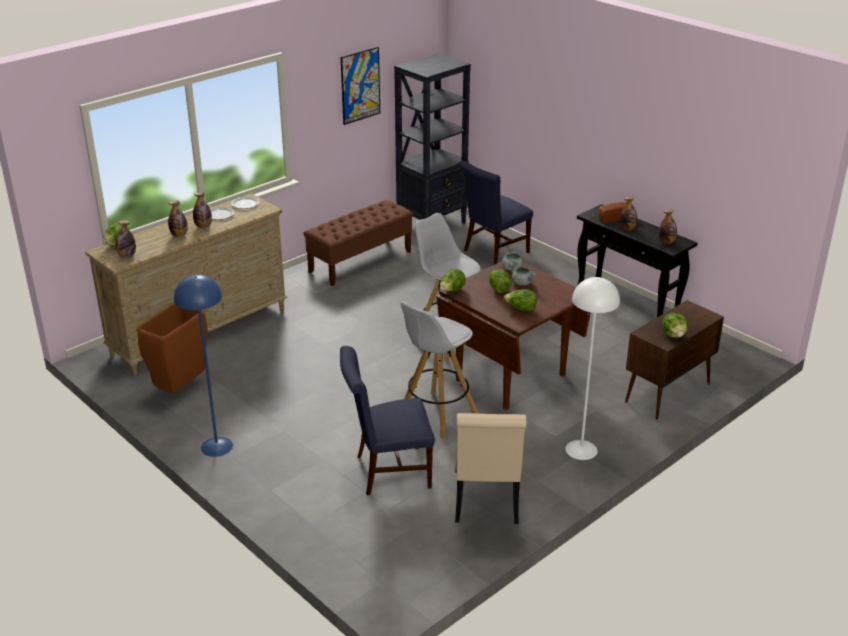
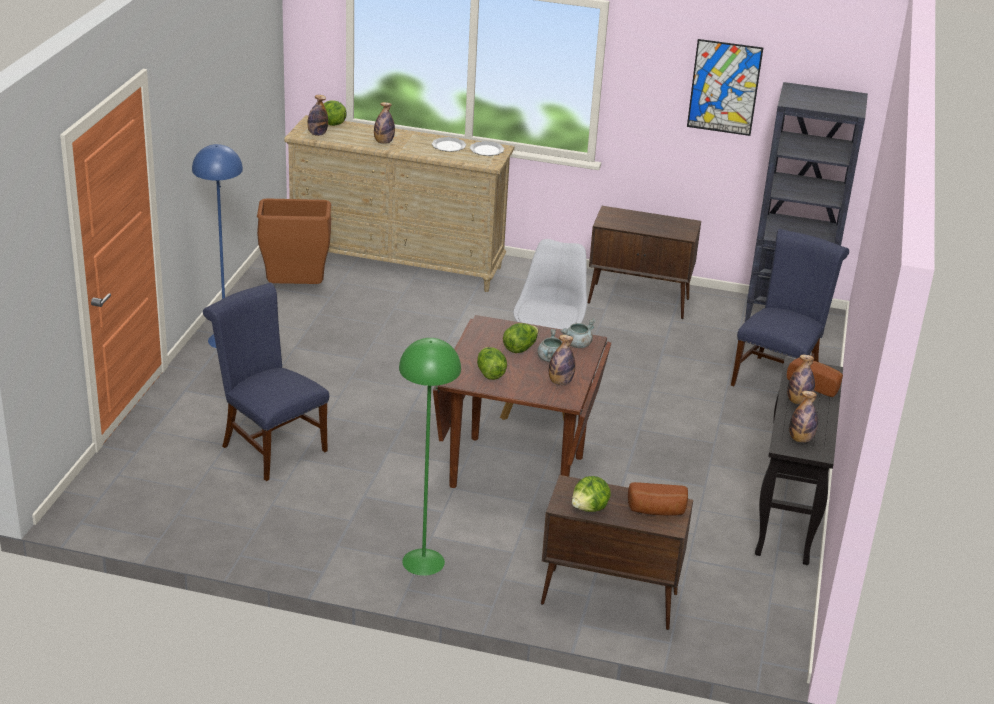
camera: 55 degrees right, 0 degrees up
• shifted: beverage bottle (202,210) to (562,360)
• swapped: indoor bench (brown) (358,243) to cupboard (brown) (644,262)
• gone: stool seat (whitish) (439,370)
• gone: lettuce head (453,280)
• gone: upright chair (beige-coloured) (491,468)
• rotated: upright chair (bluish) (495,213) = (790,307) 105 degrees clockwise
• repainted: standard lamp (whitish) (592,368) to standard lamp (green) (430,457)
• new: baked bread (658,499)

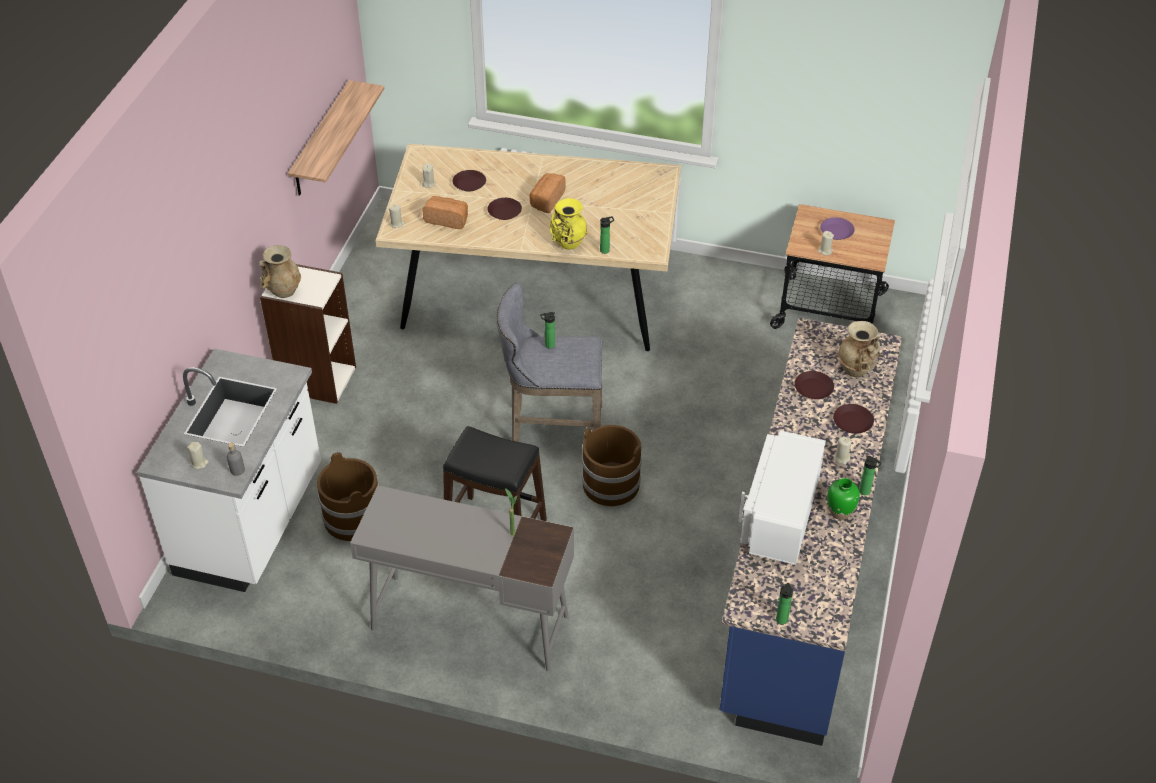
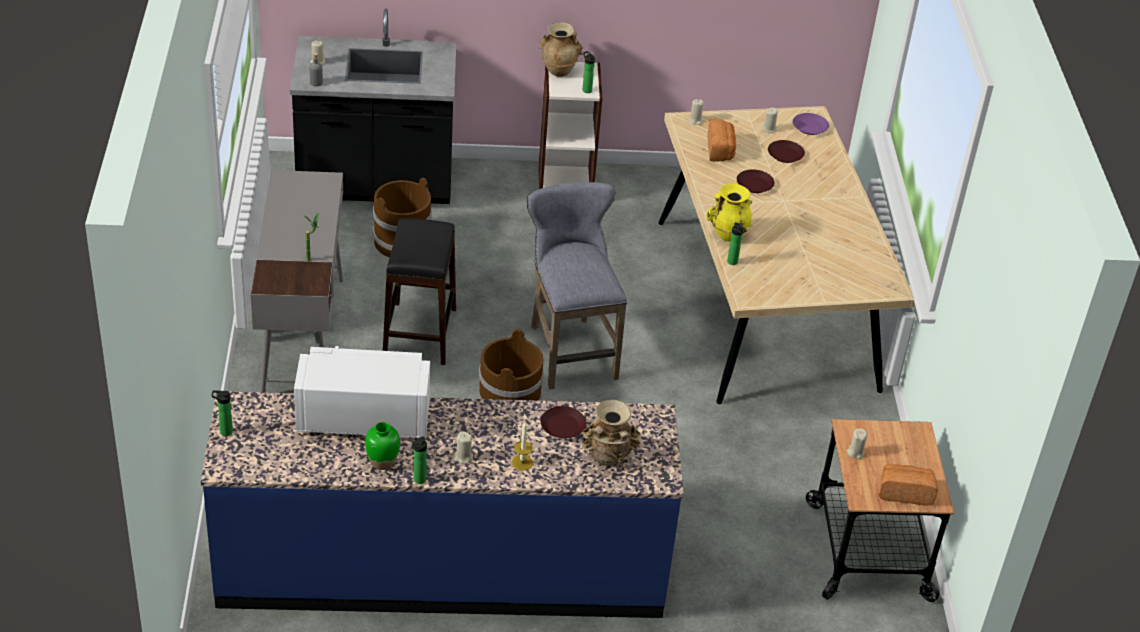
camera: 70 degrees right, 5 degrees down
• repainted: kitchen base unit (whitish) (229,470) to kitchen base unit (black-coloured) (373,106)
• gone: wall shelf (336,138)
• shifted: baked bread (548,193) to (908,485)
• shifted: beverage bottle (547,330) to (589,72)
• shifted: dinner plate (purple) (837,228) to (811,124)
• swapped: dinner plate (brown) (853,419) to candle (522,446)

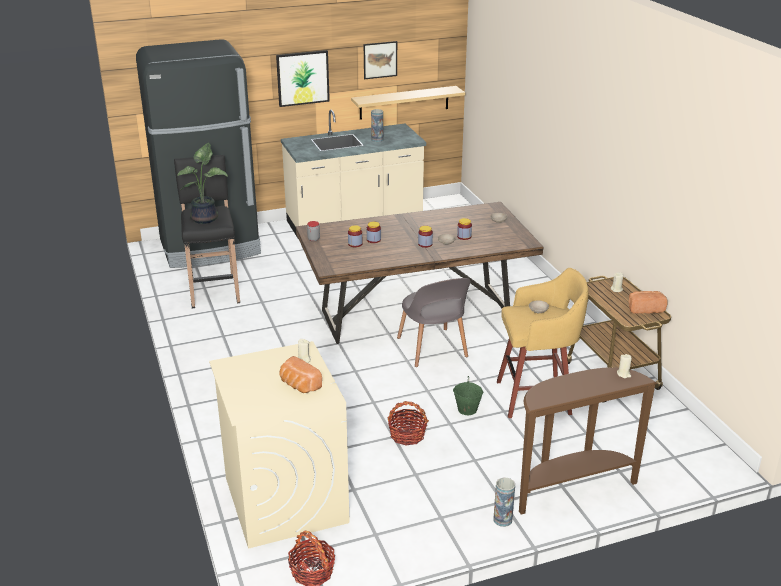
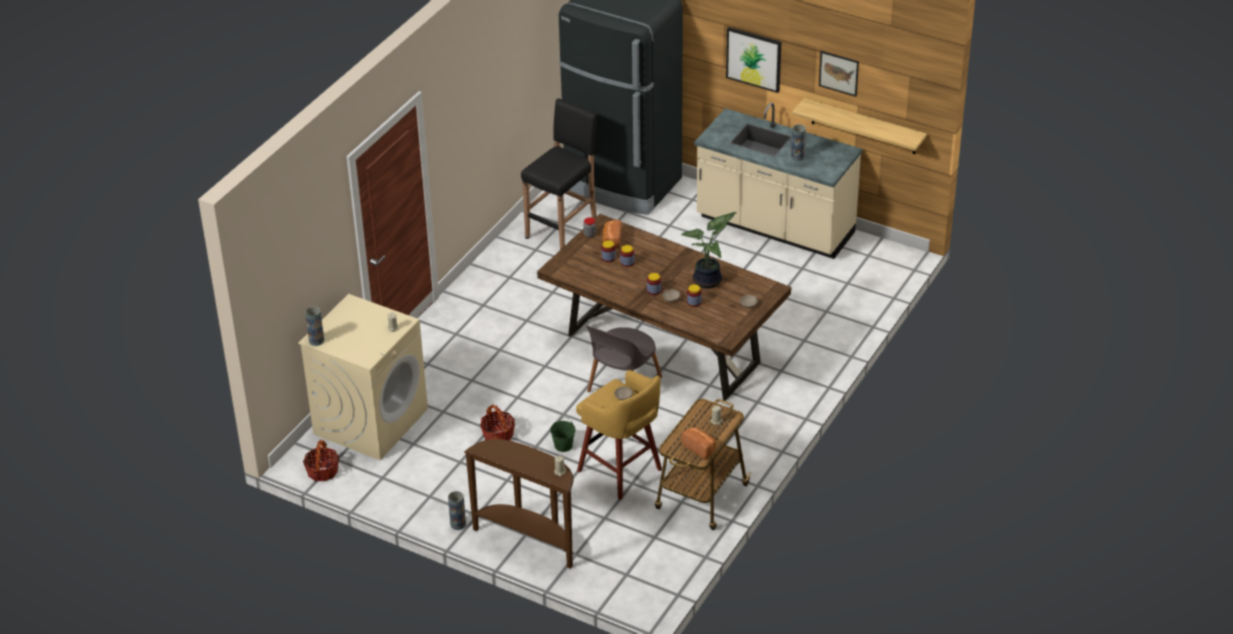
camera: 50 degrees right, 10 degrees up
• shifted: plant in a pot (202,183) to (709,250)
• shifted: baked bread (300,374) to (611,234)
• new: vase (314,326)

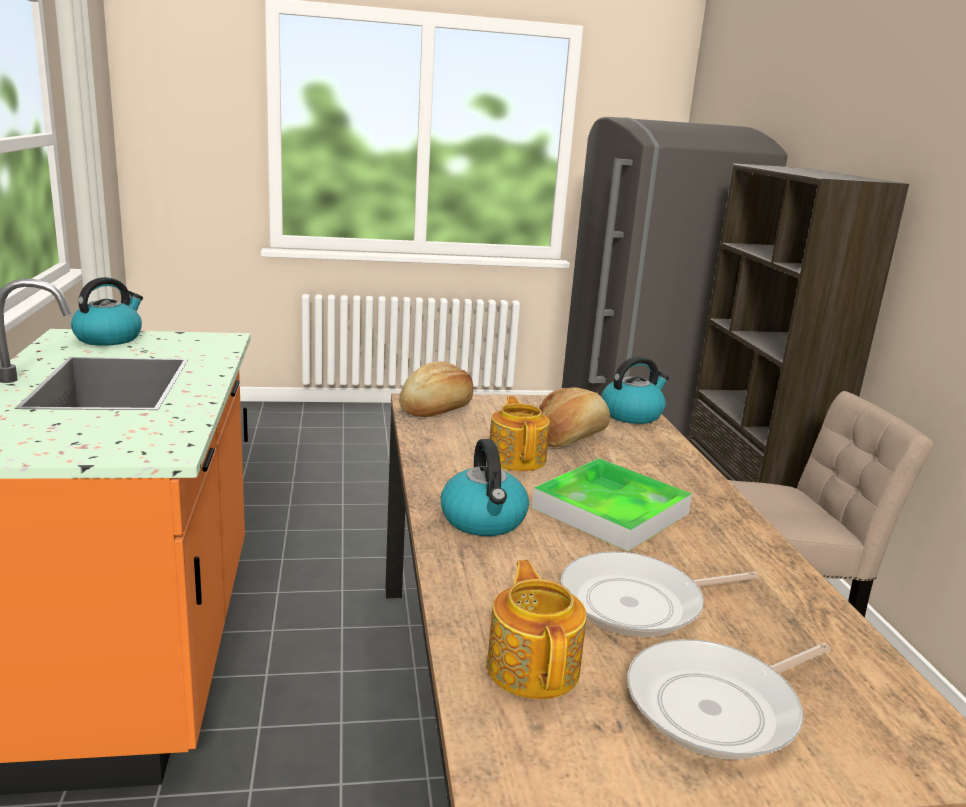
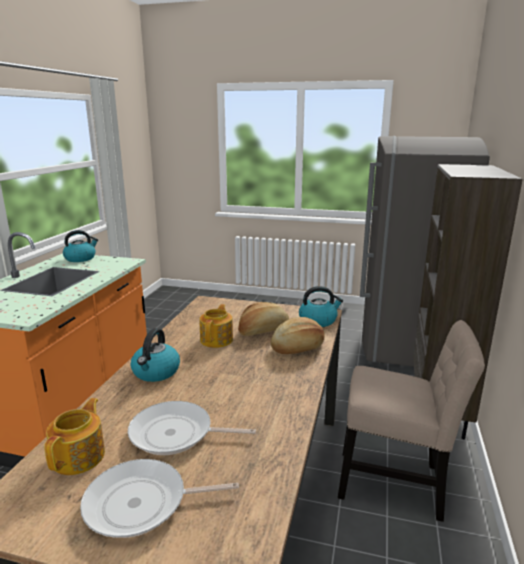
camera: 25 degrees right, 0 degrees up
• shifted: baked bread (436,389) to (297,335)
• gone: tray (612,504)

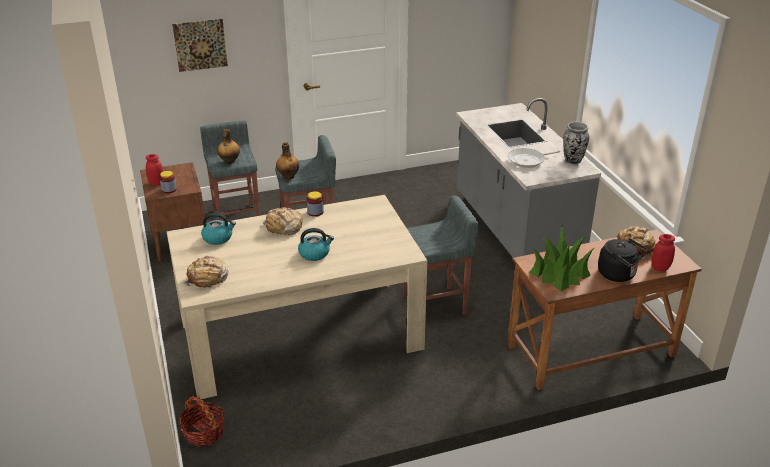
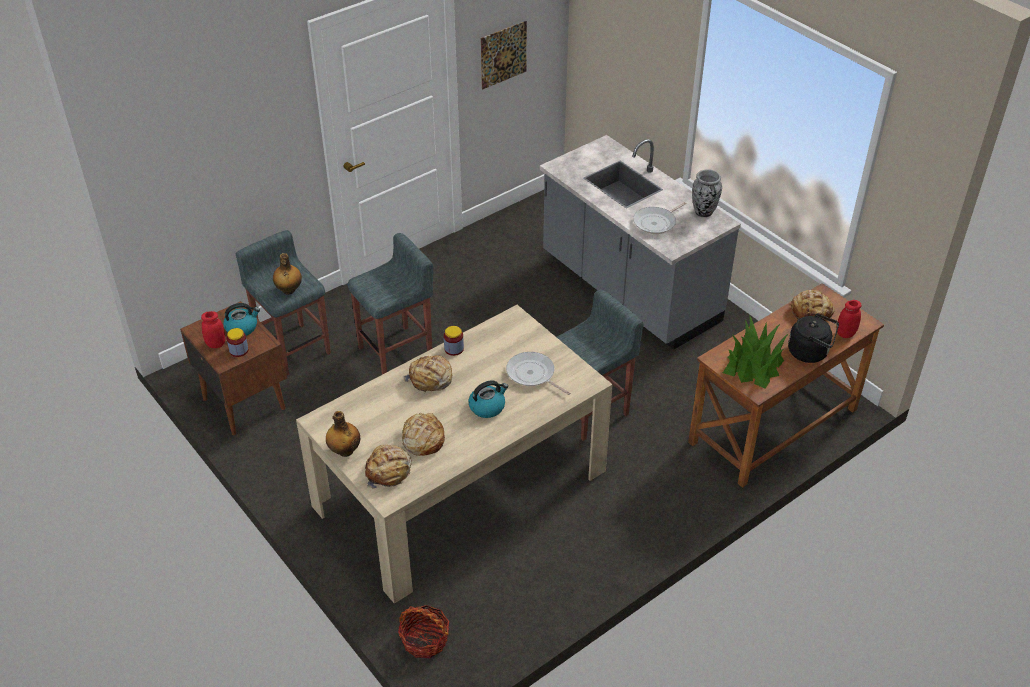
camera: 20 degrees left, 10 degrees up
• shifted: wall art (200,45) to (504,55)
• shifted: water kettle (218,229) to (241,319)
• shifted: beverage bottle (287,160) to (343,434)
• new: baked bread (423,434)
• new: frying pan (538,373)

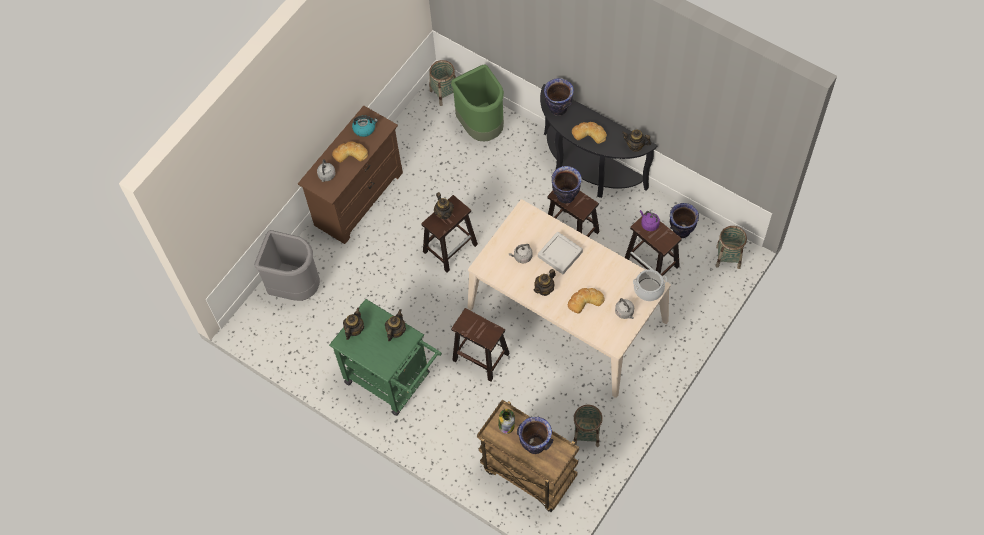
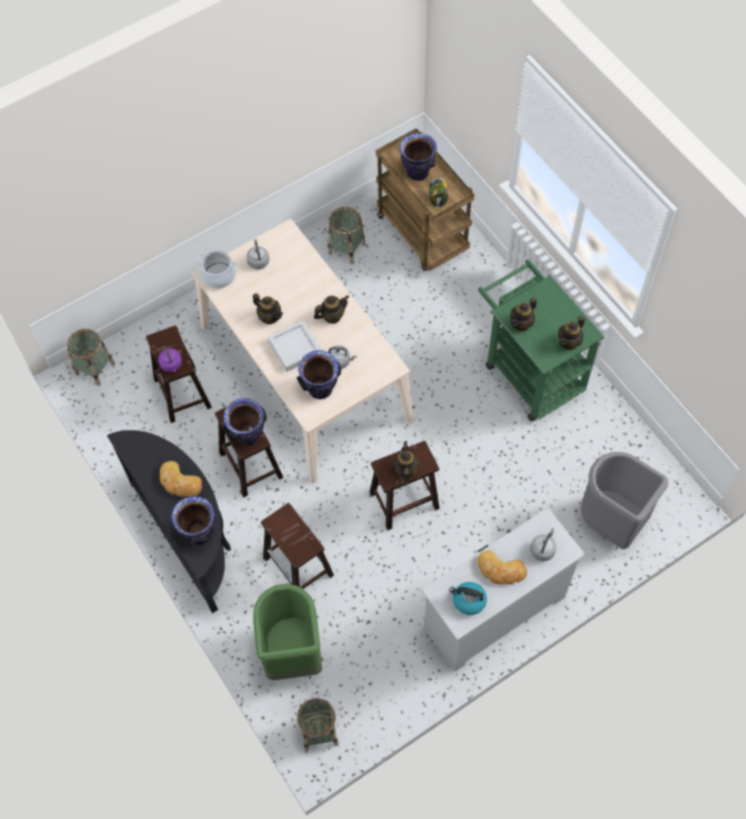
camera: 160 degrees left, 0 degrees up
• repainted: dresser (brown) (350,175) to dresser (whitish) (503,590)
• shifted: stool seat (brown) (480,345) to (297,546)
• gone: baked bread (586,301)
• shifted: pot for tea (636,141) to (268,308)
• shifted: vase (684,220) to (319,374)

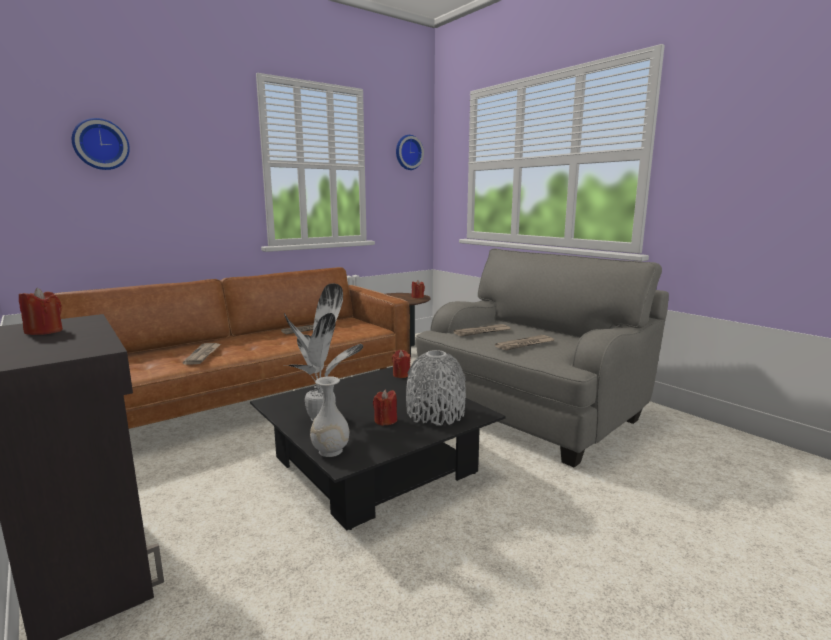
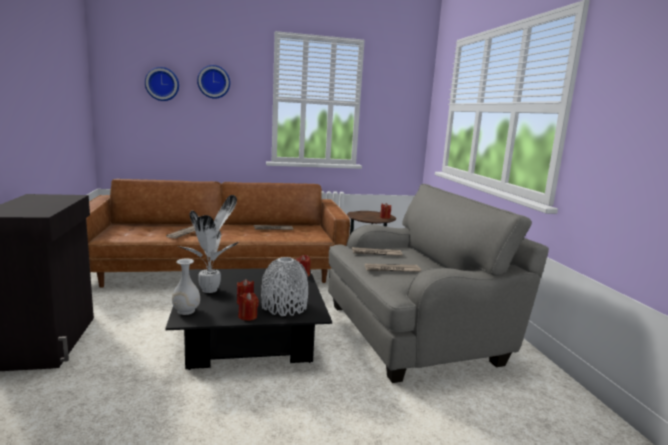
camera: 25 degrees right, 0 degrees up
• shifted: candle (red-coloured) (41,311) to (248,306)
• shifted: hanging clock (410,152) to (213,82)

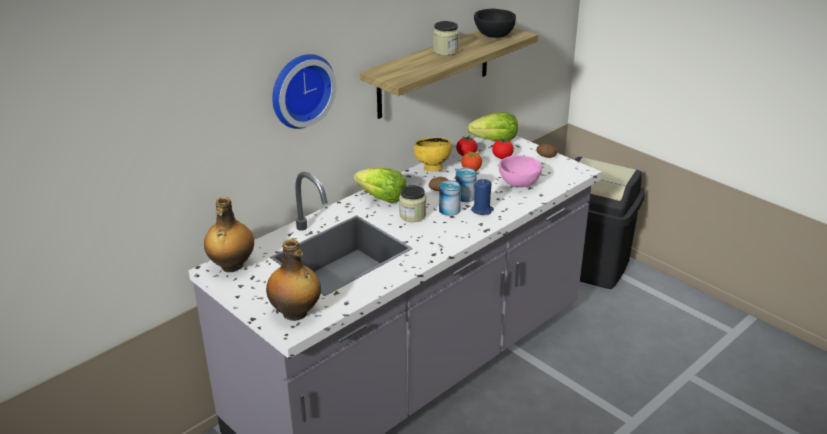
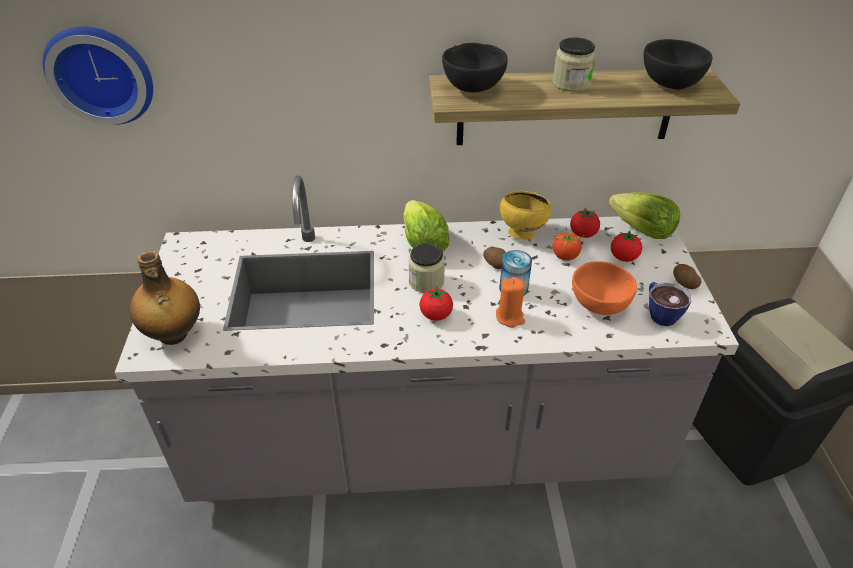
camera: 40 degrees right, 10 degrees up
• gone: beverage bottle (229,234)
• shifted: hanging clock (304,91) to (98,76)
• gone: can (450,198)
• repainted: candle (bluish) (482,197) to candle (orange-coloured) (510,302)
• repainted: deep dish (pink-coloured) (520,171) to deep dish (orange-coloured) (604,288)
• new: whole tomato (436,303)
• new: deep dish (black-coloured) (475,67)
• new: small cup (670,304)

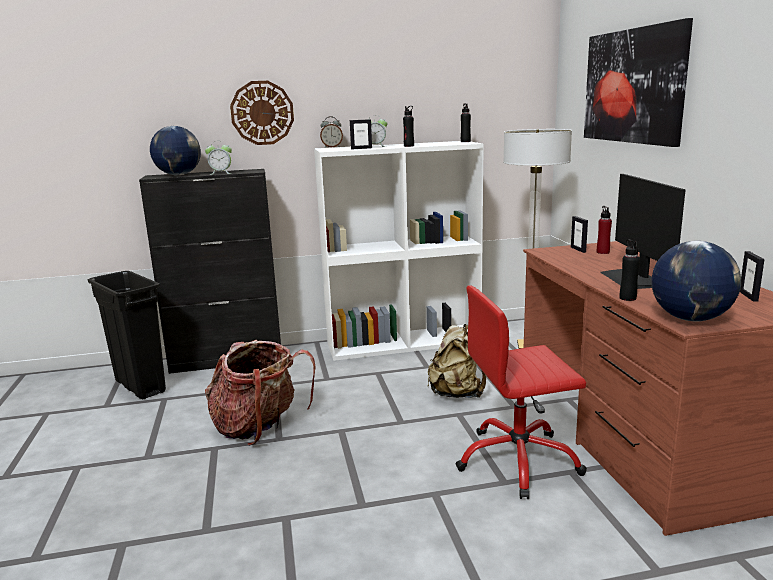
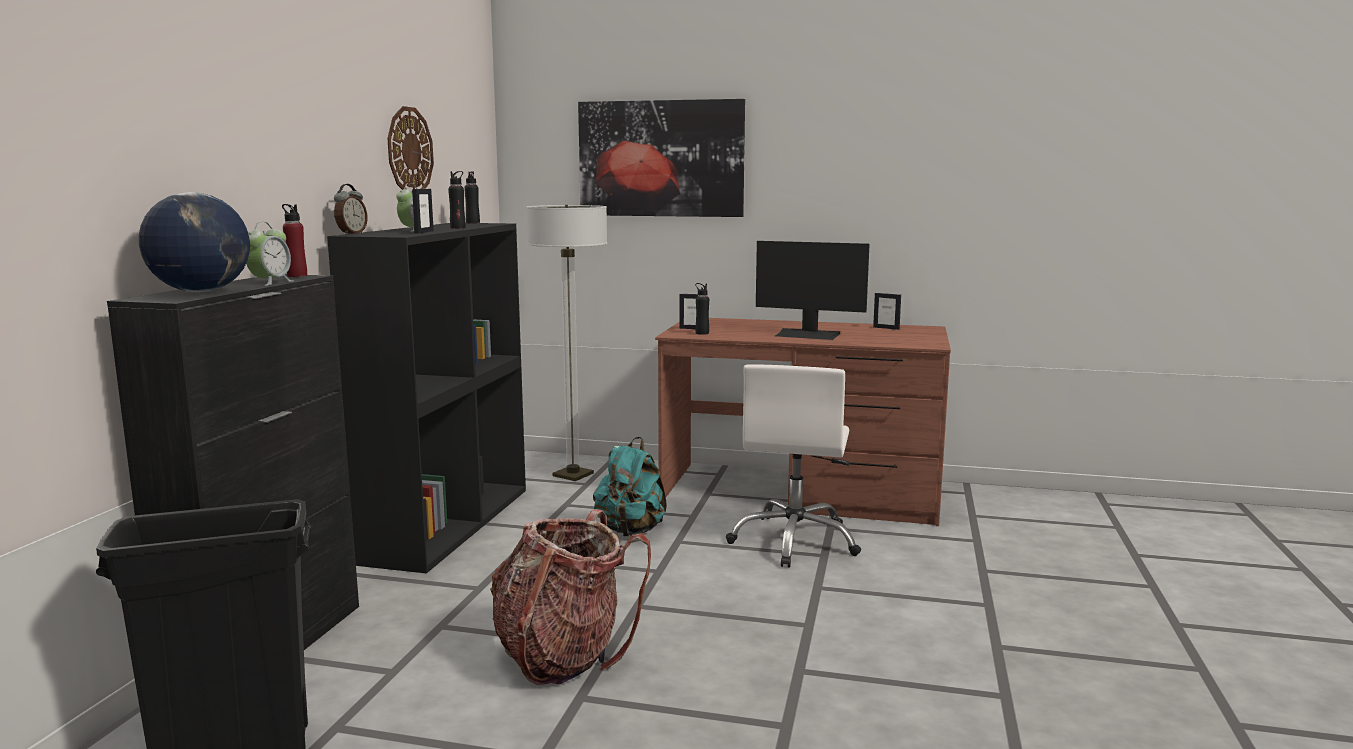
camera: 65 degrees left, 5 degrees down
• shifted: hanging clock (262,113) to (410,148)
• repainted: bookshelf (whitish) (399,251) to bookshelf (black-coloured) (426,398)
• repainted: knapsack (beige-coloured) (457,361) to knapsack (blue-green) (630,486)
• repainted: computer chair (red-coloured) (521,392) to computer chair (whitish) (793,466)
• shifted: beverage bottle (red-coloured) (604,230) to (294,240)
• shifted: beverage bottle (black-coloured) (630,270) to (702,309)
• gone: desk globe (696,281)

